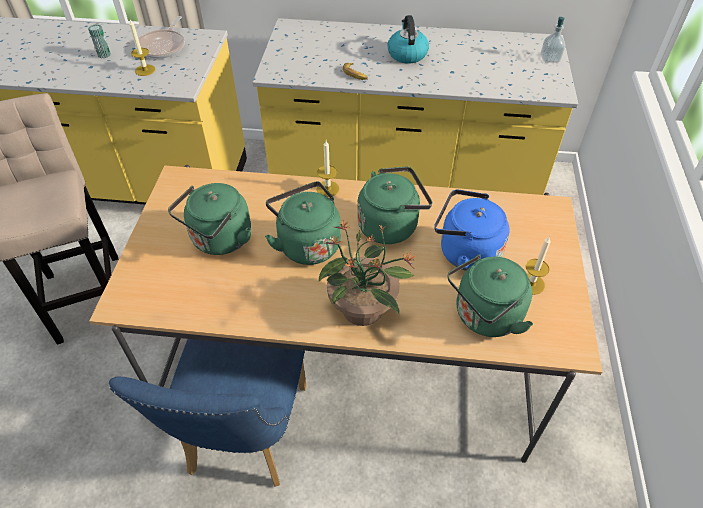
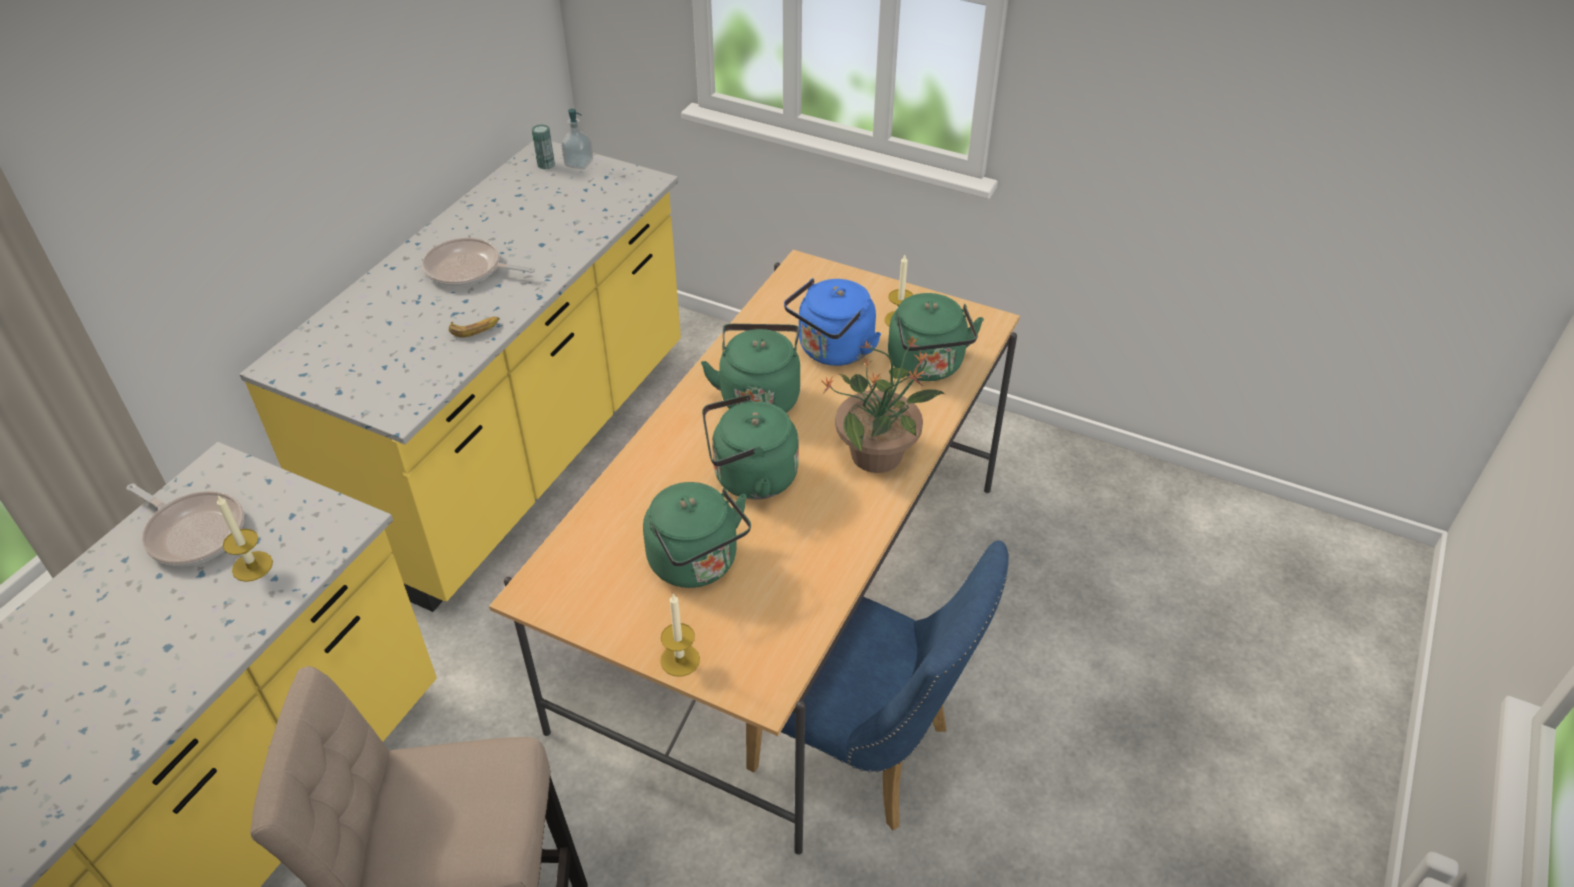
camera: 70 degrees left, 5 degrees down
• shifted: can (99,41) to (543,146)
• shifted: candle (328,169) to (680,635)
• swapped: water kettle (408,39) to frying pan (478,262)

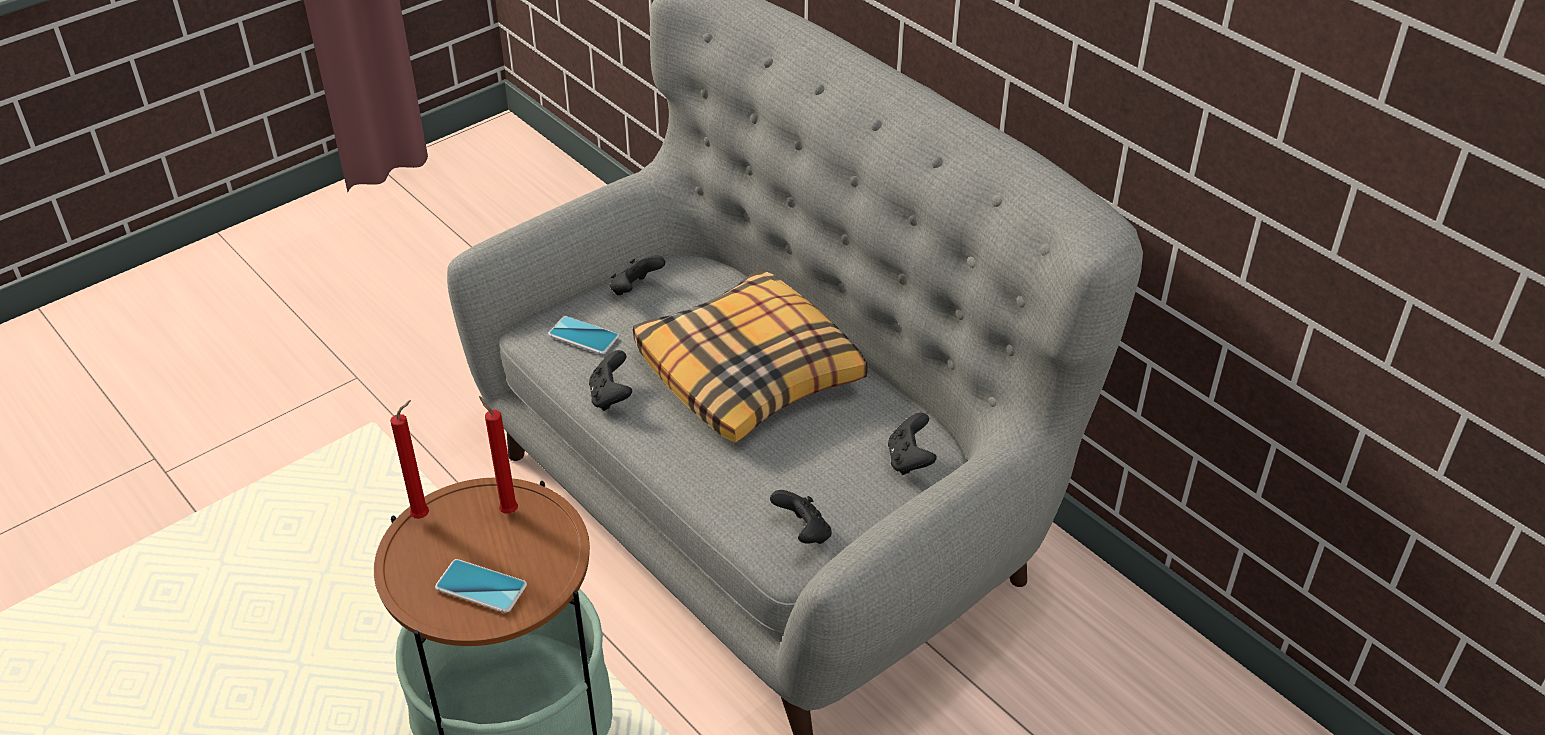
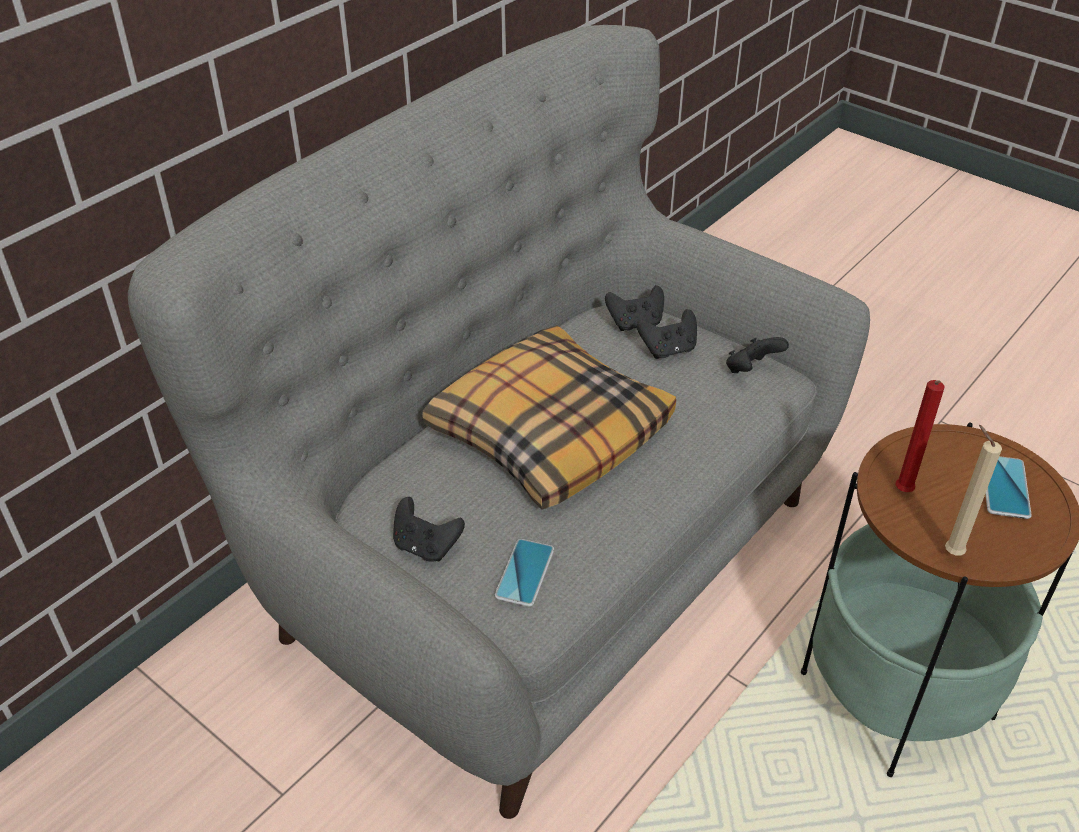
camera: 100 degrees left, 0 degrees up
• repainted: candle (red-coloured) (409,459) to candle (beige-coloured) (973,490)
• shifted: game controller (black-coloured) (610,380) to (667,334)

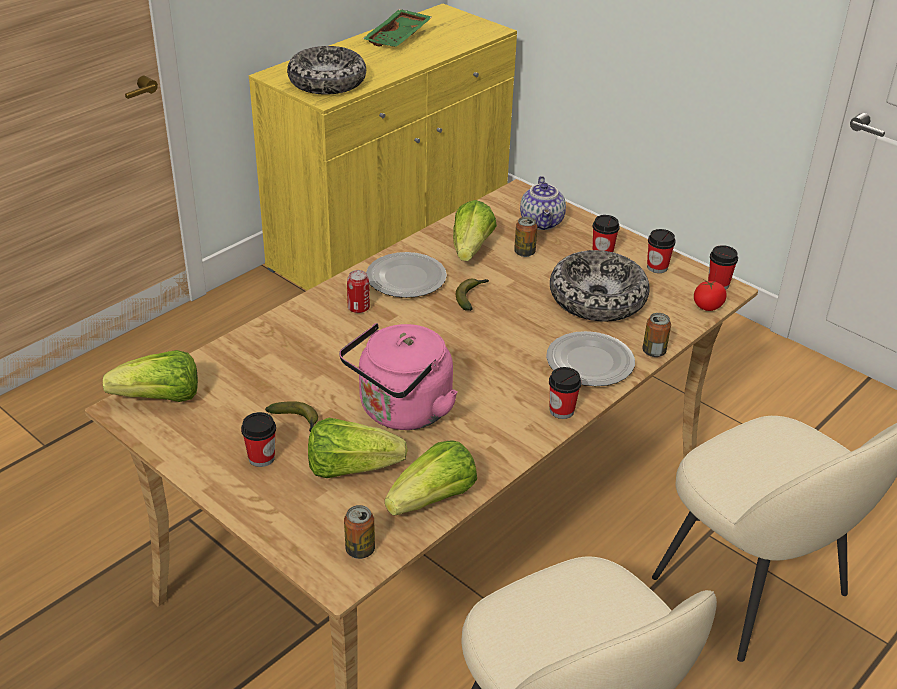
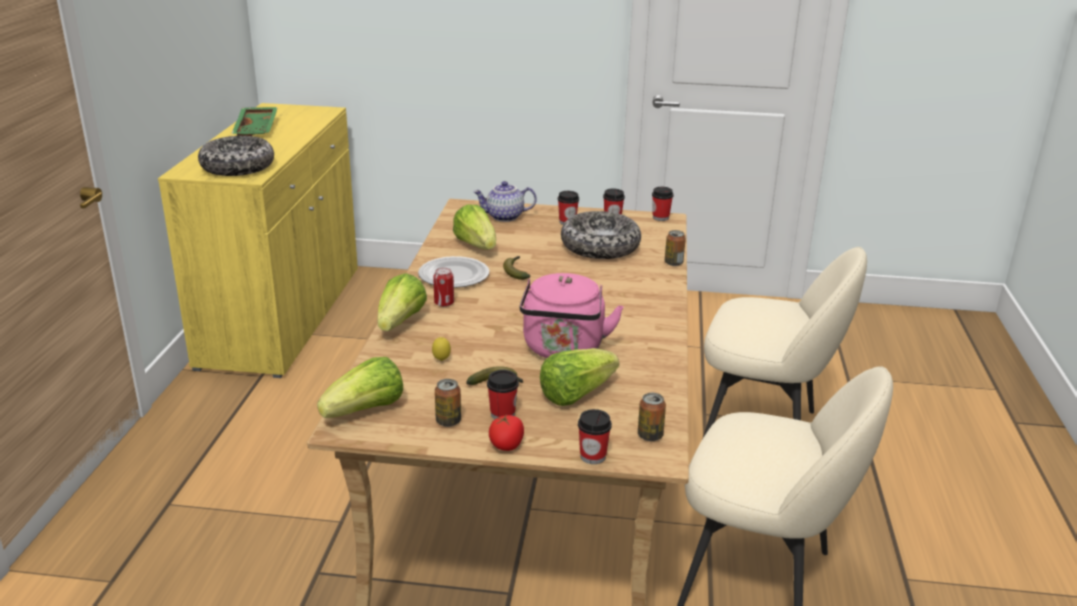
camera: 35 degrees left, 10 degrees down
• shifted: lettuce head (431,478) to (402,302)
• shifted: can (525,237) to (448,403)
• rotated: pot for tea (543,203) = (505,201) 120 degrees clockwise
• gone: dinner plate (590,358)
• shifted: small cup (565,393) to (595,436)
• shifted: whole tomato (710,295) to (506,433)
• new: whole lemon (441,349)

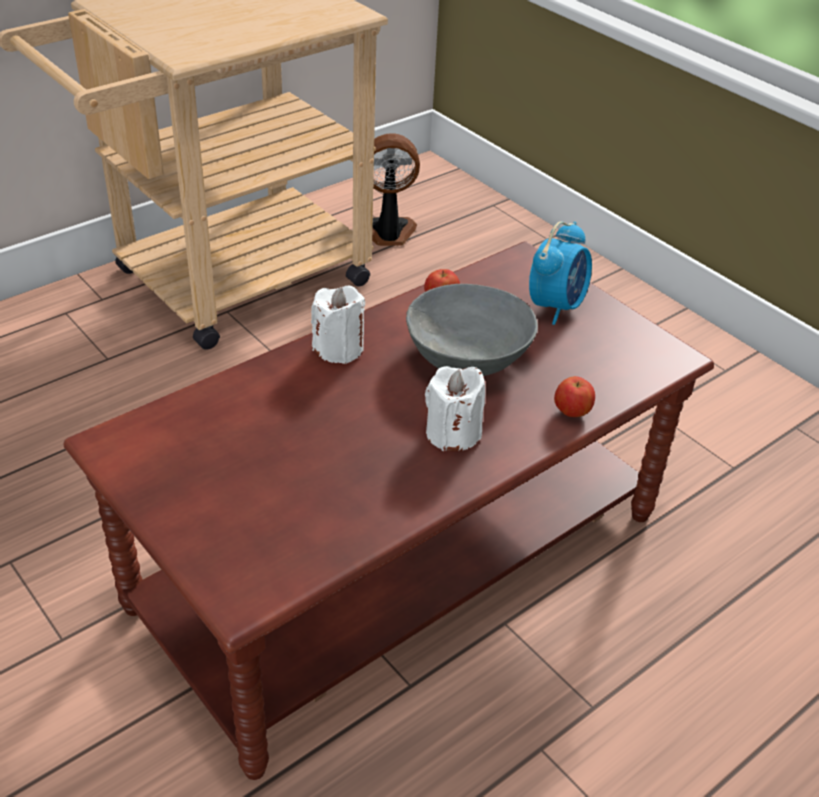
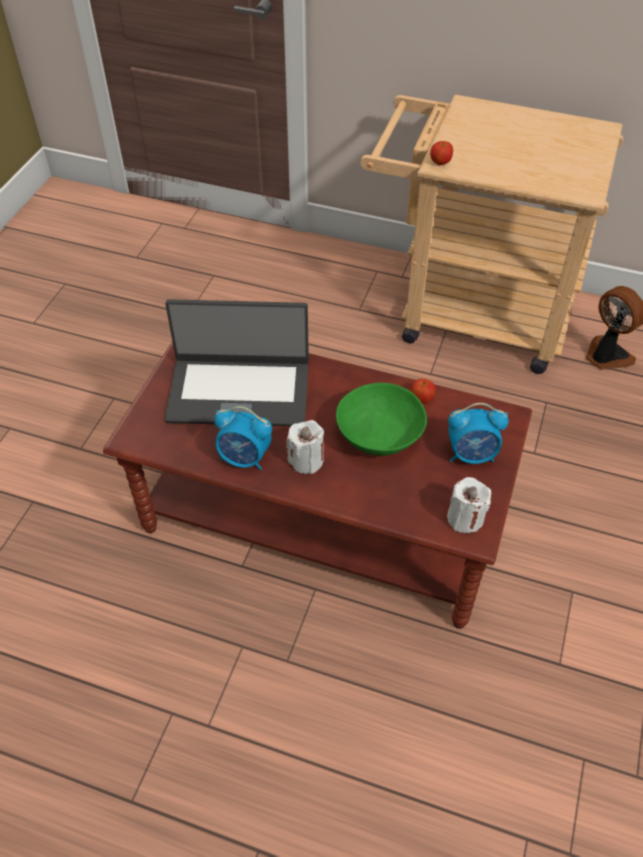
camera: 60 degrees right, 10 degrees up
• shifted: candle (whitish) (338,325) to (469,505)
• repainted: deep dish (greyish) (472,330) to deep dish (green) (381,419)
• shifted: apple (574,396) to (441,153)
• new: portable computer (237,362)
• new: bedside clock (243,438)

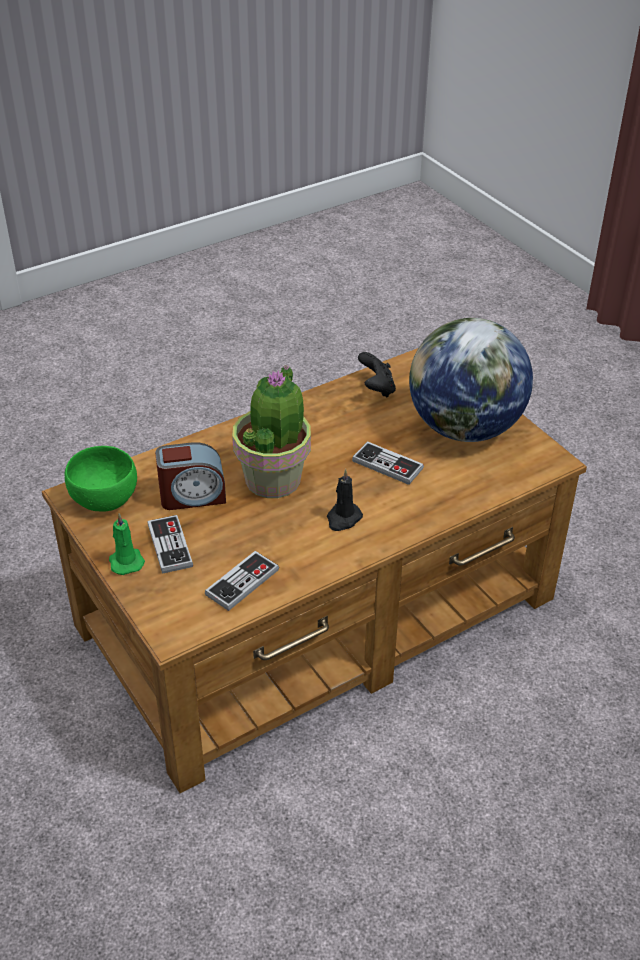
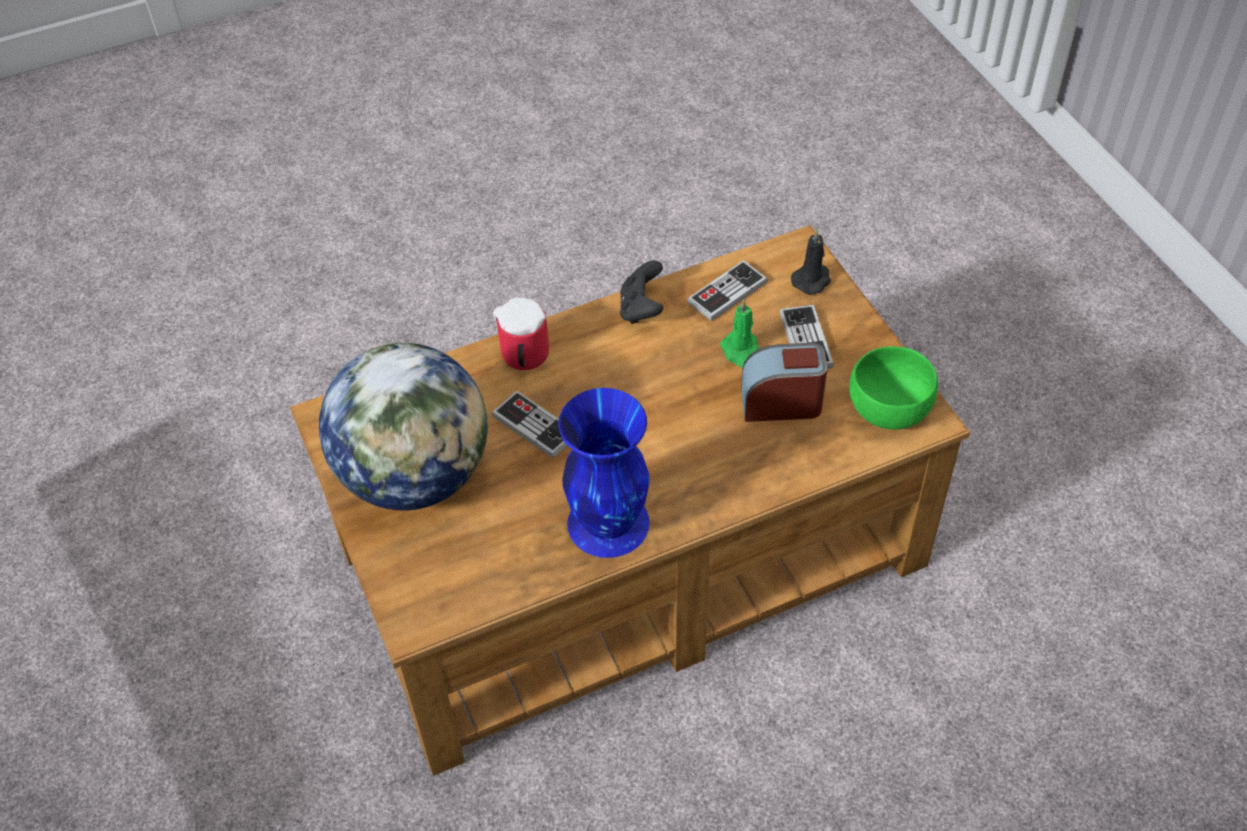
camera: 170 degrees left, 10 degrees up
• shifted: candle (green) (127,544) to (740,333)
• gone: plant in a pot (271,431)
• shifted: candle (black-coloured) (345,500) to (811,262)
• shifted: game controller (black-coloured) (377,374) to (641,292)
• new: coffee mug (521,333)
• new: vase (bluish) (604,473)

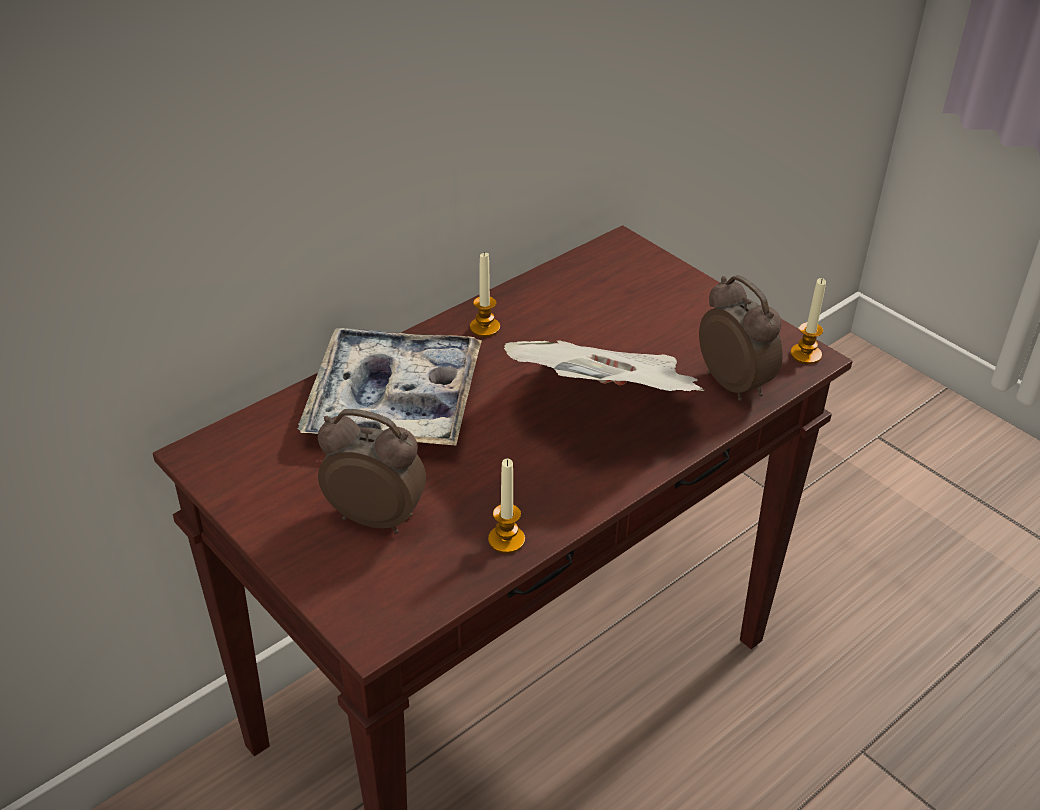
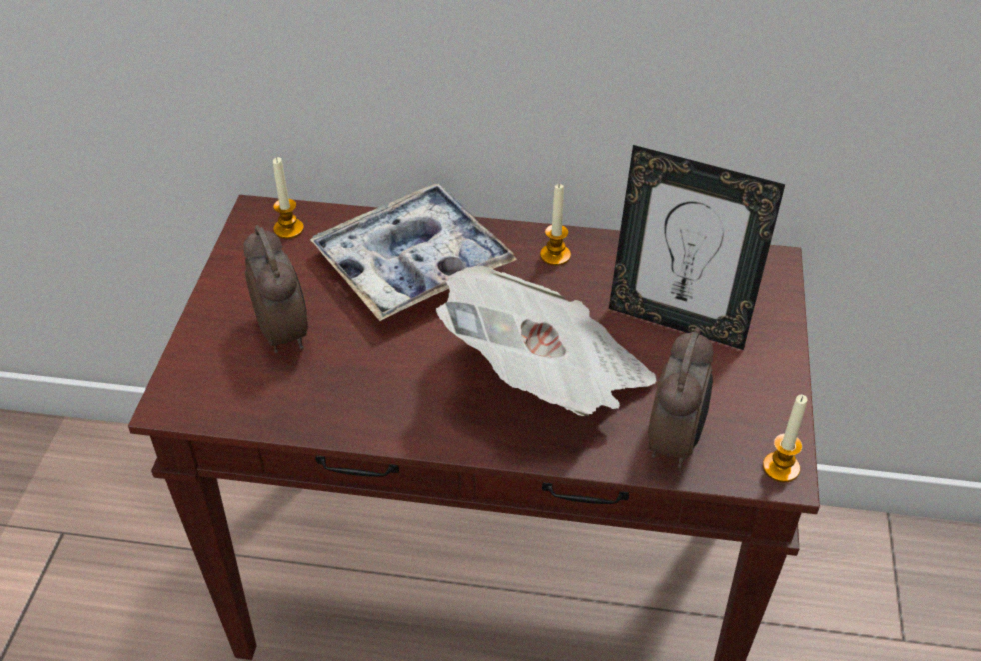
camera: 50 degrees right, 5 degrees up
• shifted: candle (506,506) to (288,198)
• new: standing frame (697,247)

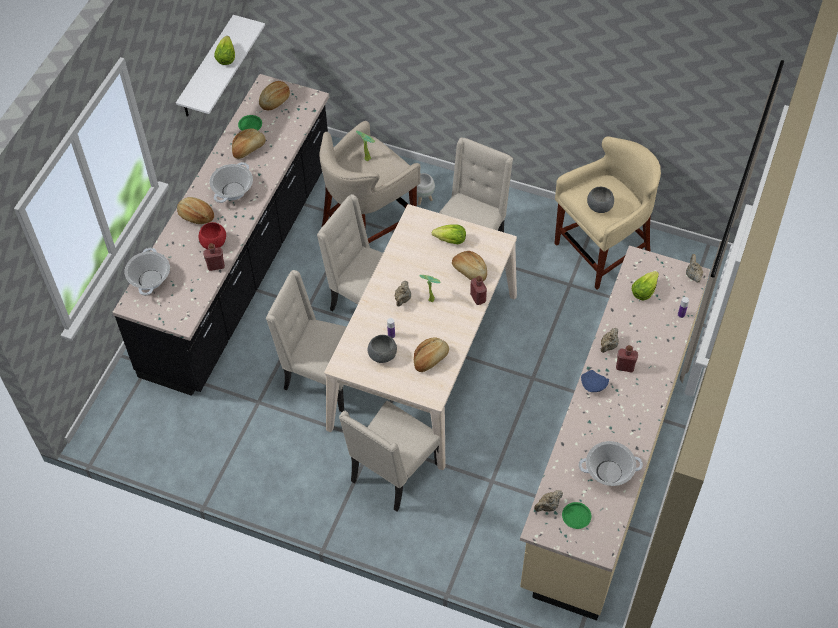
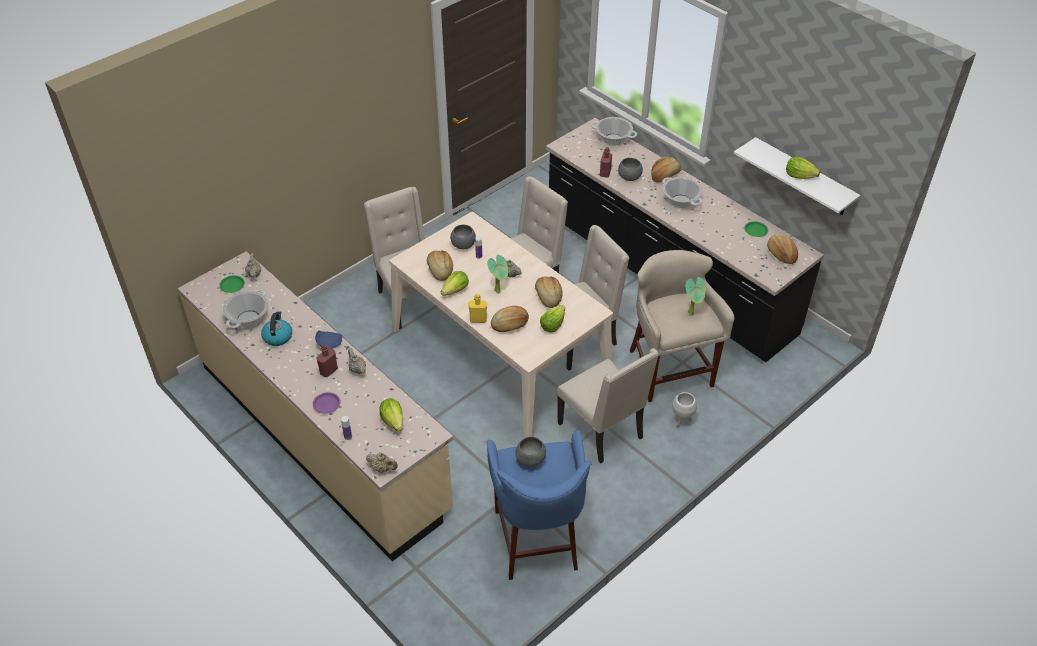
camera: 115 degrees right, 10 degrees down
• repainted: deep dish (red-coloured) (212,235) to deep dish (greyish) (630,169)
• shifted: baked bread (249,143) to (549,292)
• repainted: beverage bottle (red-coloured) (478,290) to beverage bottle (yellow-coloured) (477,308)
• repainted: stool seat (beige-coloured) (607,213) to stool seat (bluish) (539,505)
• new: water kettle (276,328)
• new: dinner plate (purple) (327,403)
• new: lettuce head (455,283)

